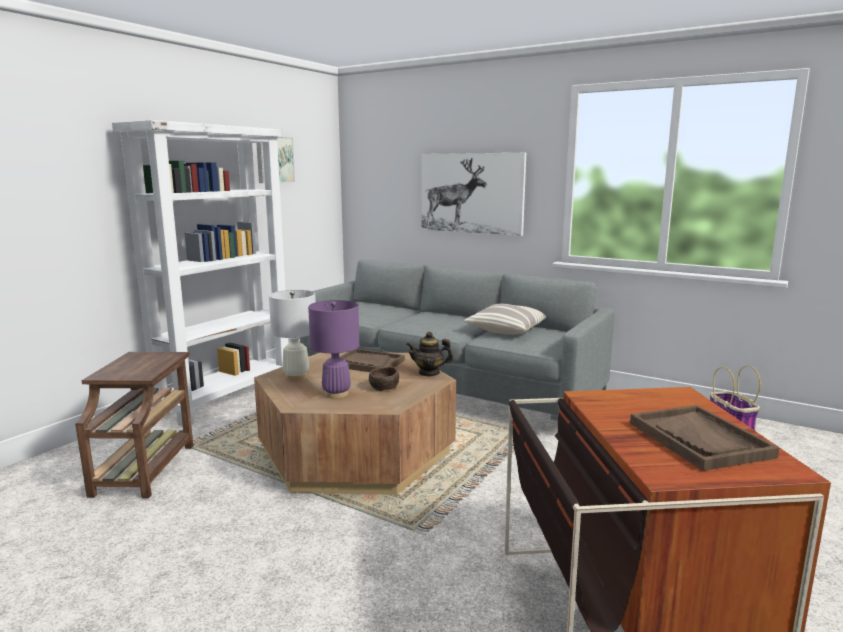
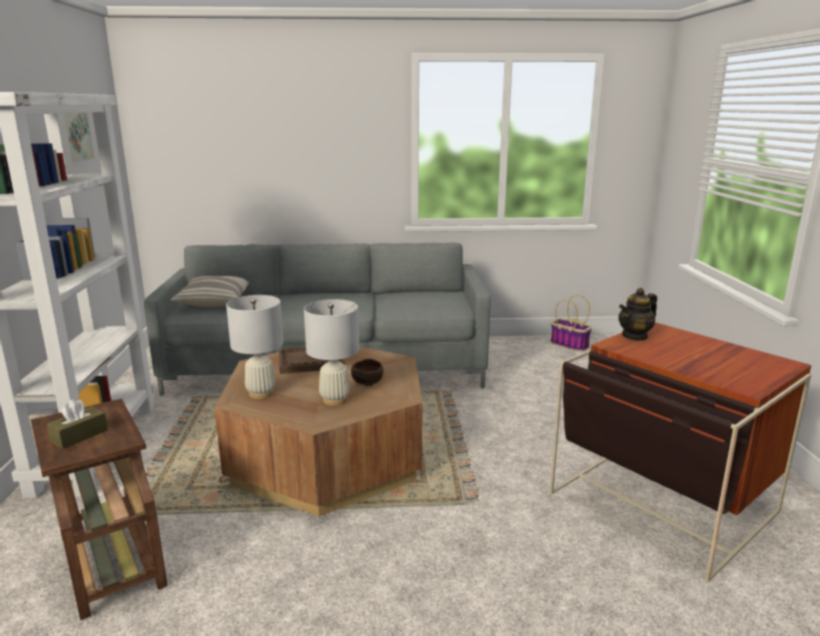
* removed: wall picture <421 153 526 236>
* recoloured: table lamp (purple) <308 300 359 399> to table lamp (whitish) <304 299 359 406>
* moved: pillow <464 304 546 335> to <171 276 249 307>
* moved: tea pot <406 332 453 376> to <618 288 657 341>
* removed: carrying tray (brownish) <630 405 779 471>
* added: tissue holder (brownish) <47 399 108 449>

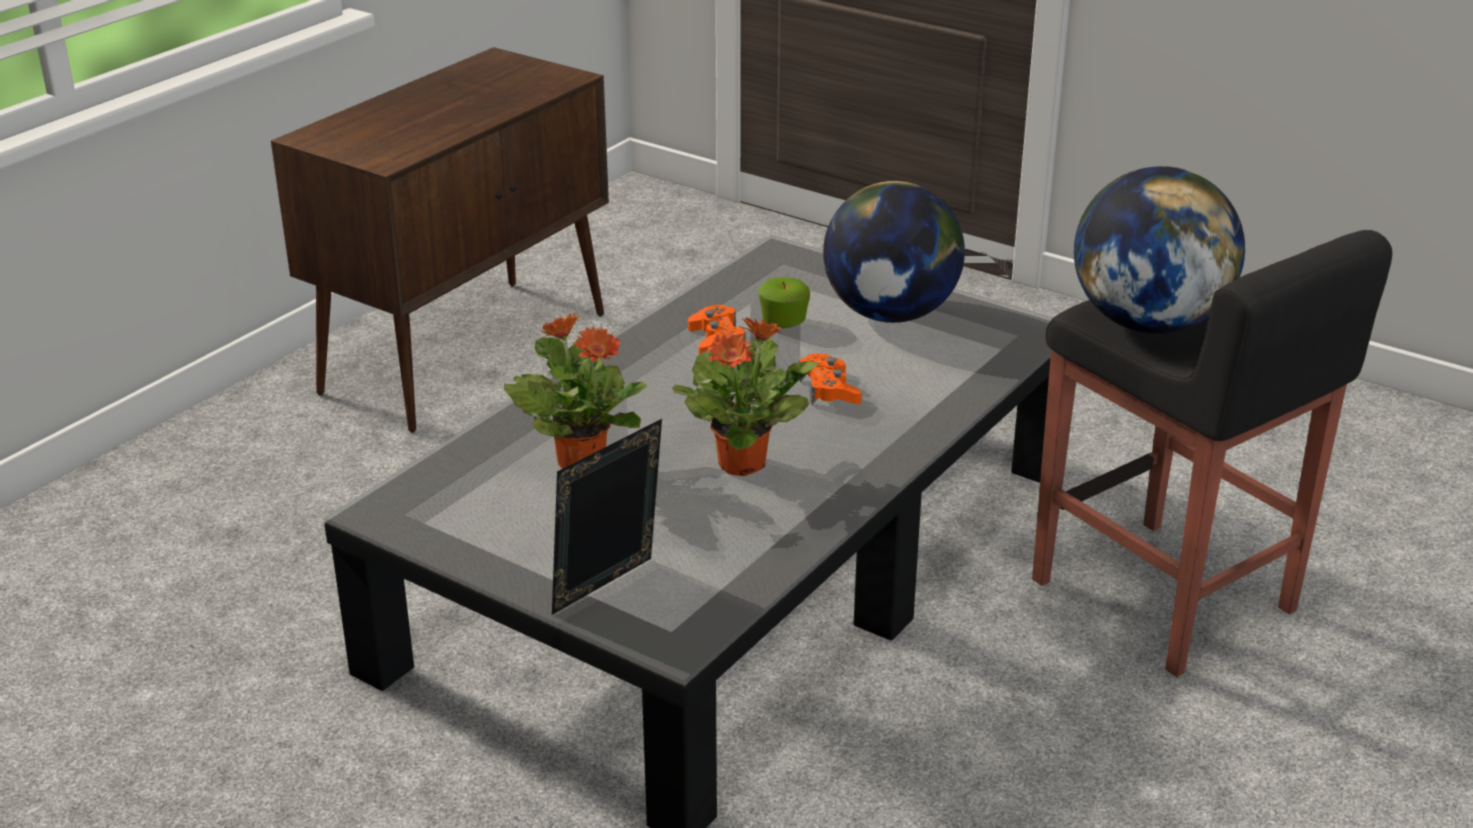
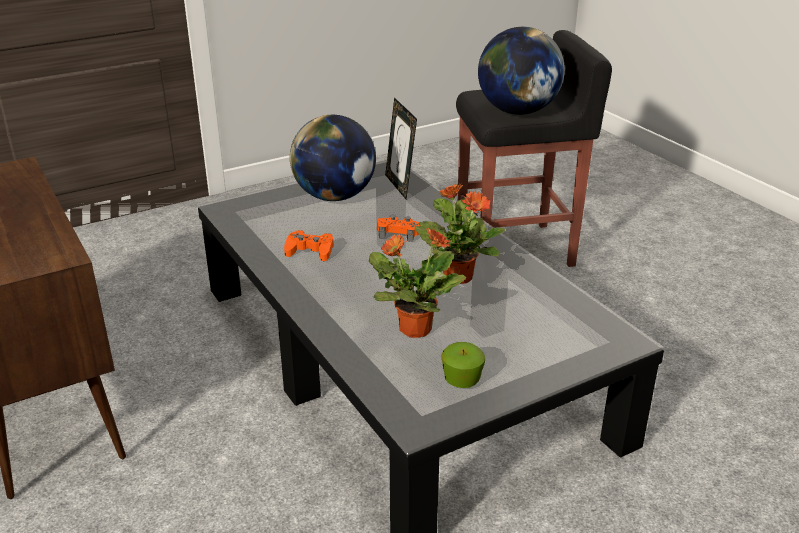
* moved: apple fruit <759 277 810 328> to <442 342 485 388>
* moved: standing frame <552 419 662 615> to <385 97 417 199>

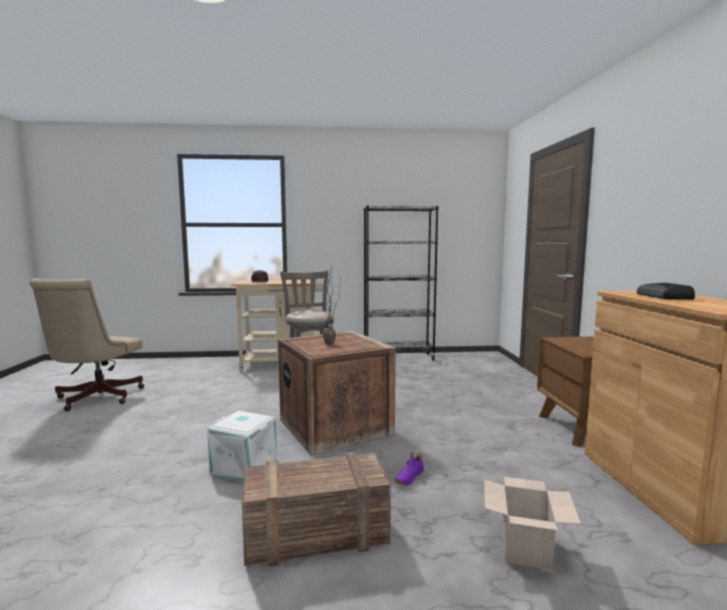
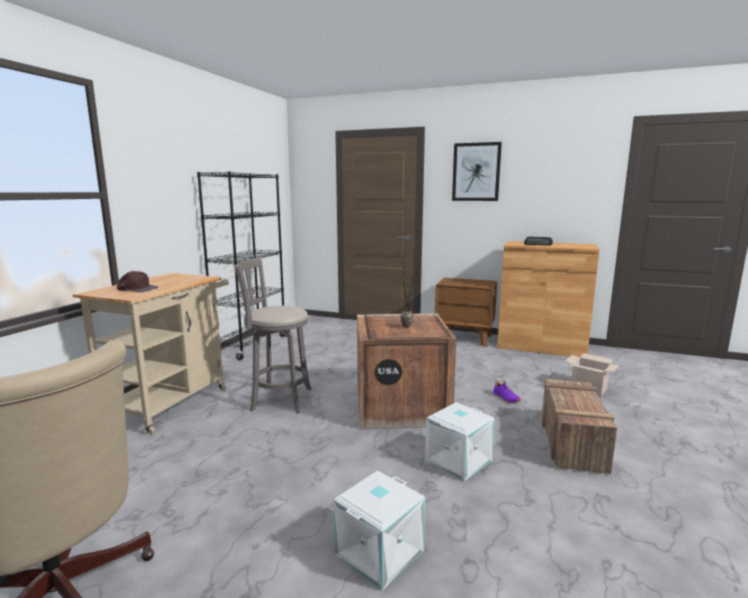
* added: wall picture <452 142 502 201>
* added: storage box (whitish) <333 470 425 591>

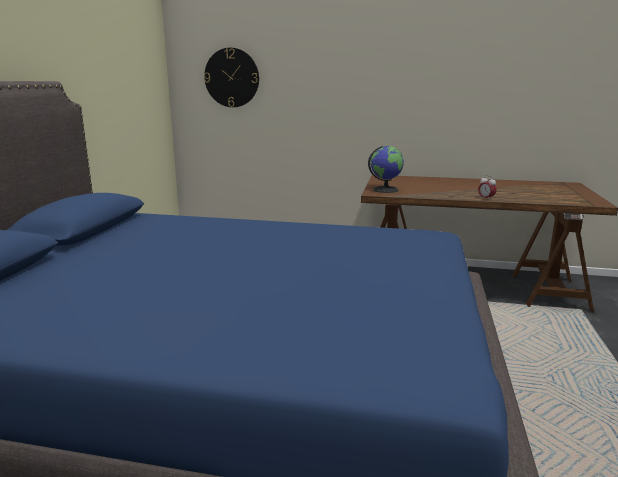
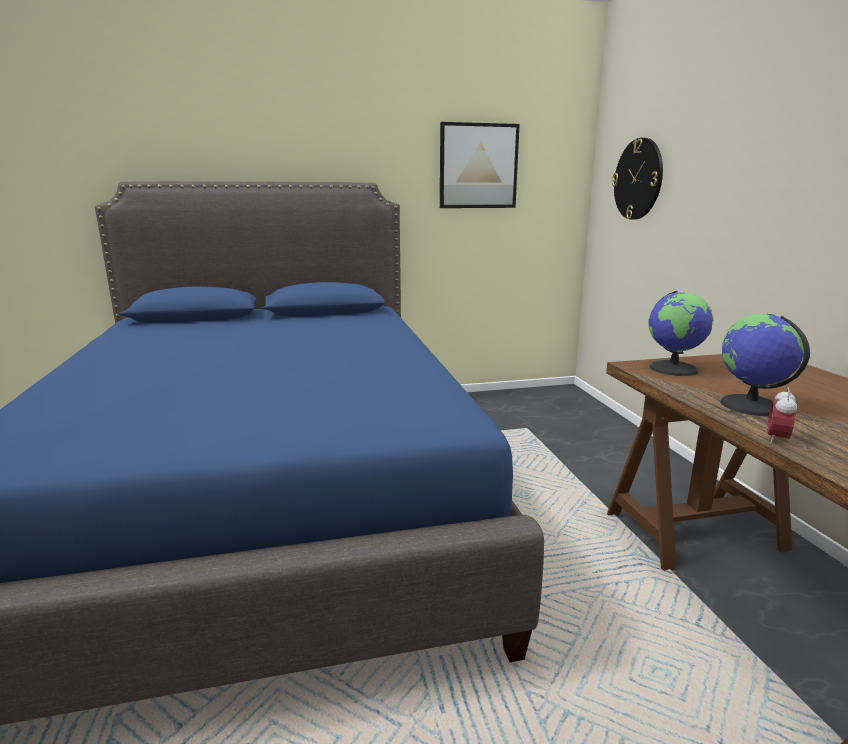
* added: wall picture <440 122 520 208>
* added: world globe <720 314 810 416>

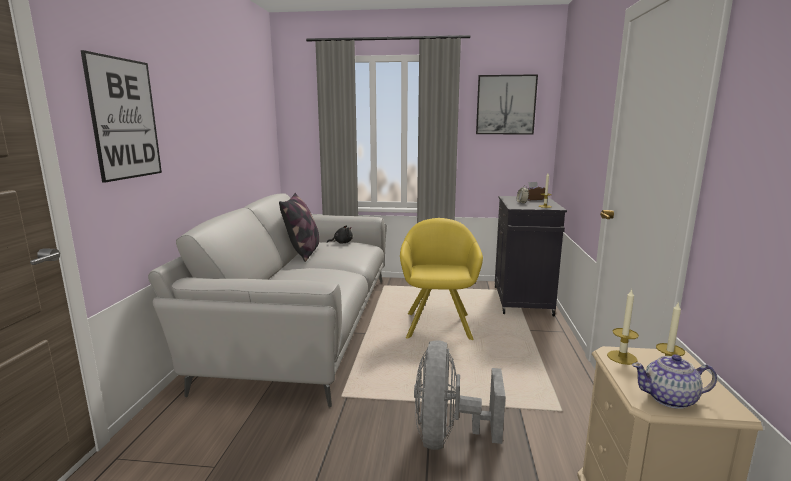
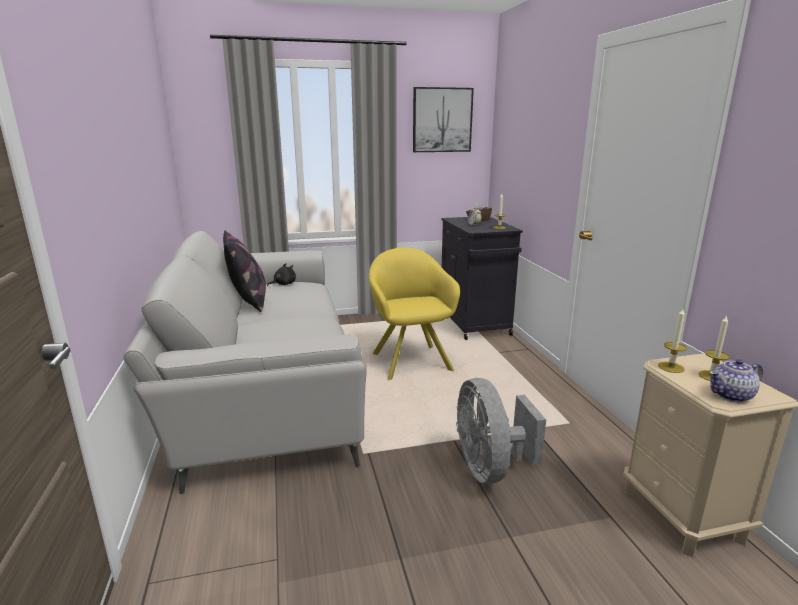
* removed: wall picture <81 50 162 183>

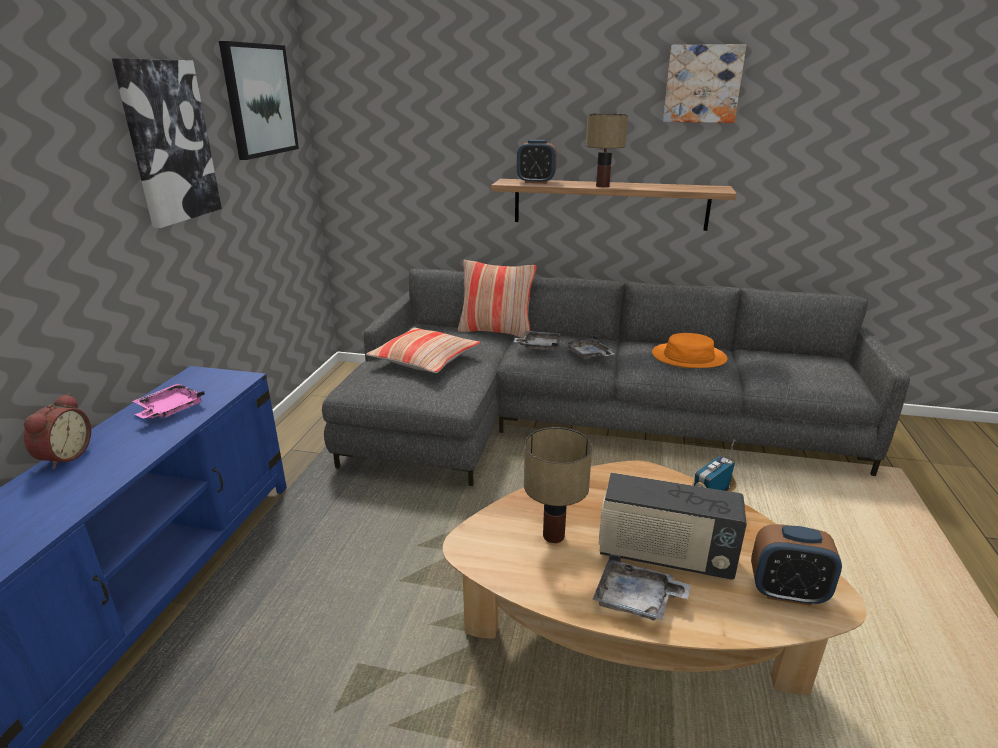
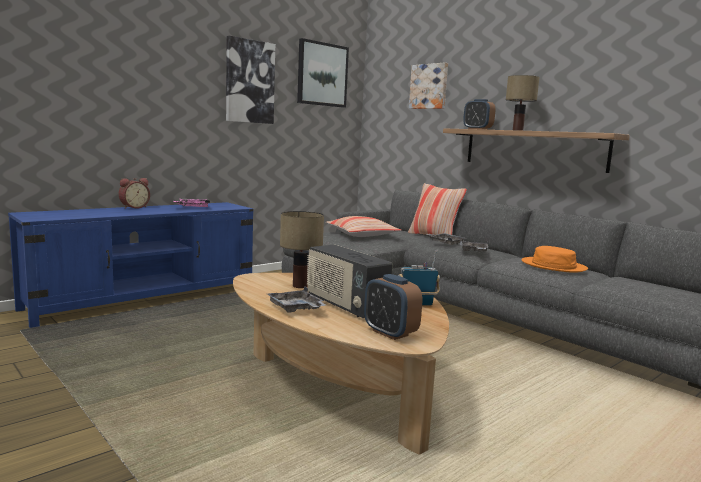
* moved: wall picture <663 44 747 123> to <409 62 448 109>

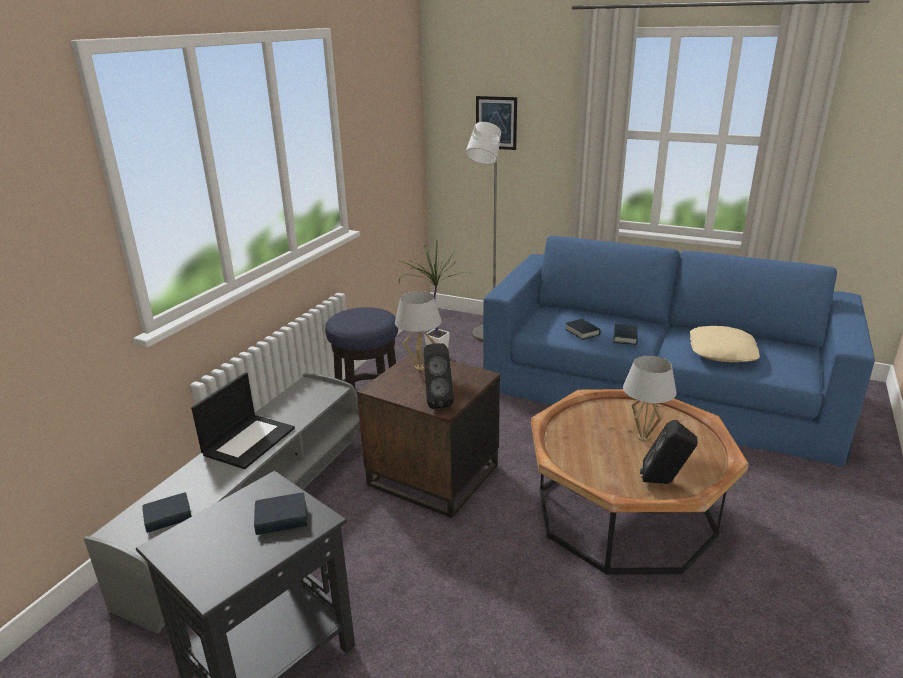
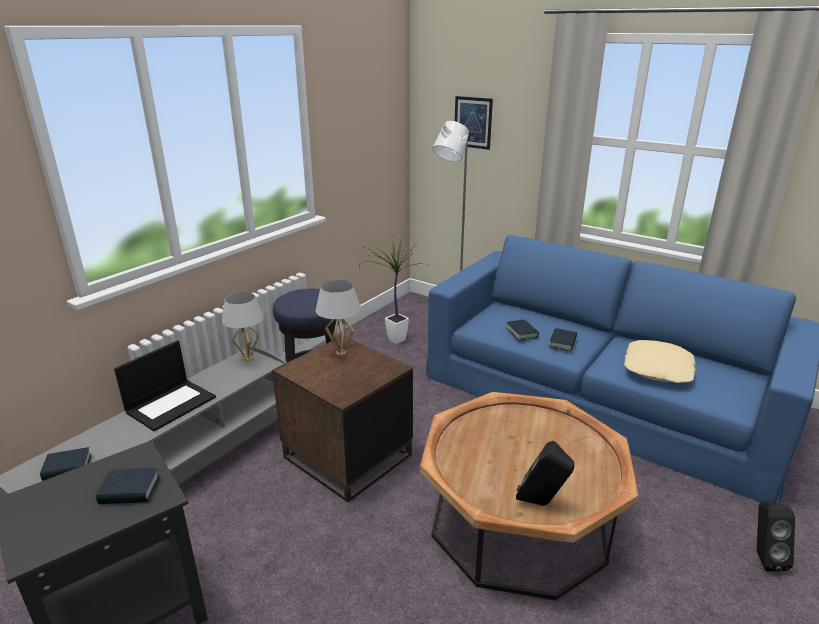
* moved: loudspeaker (black) <424 343 454 409> to <757 500 795 572>
* moved: table lamp (whitish) <623 356 677 441> to <222 292 264 361>

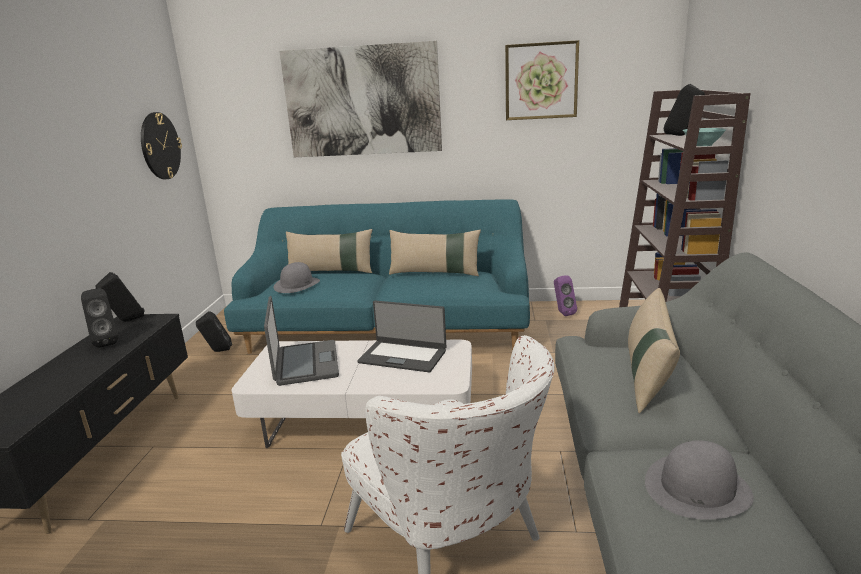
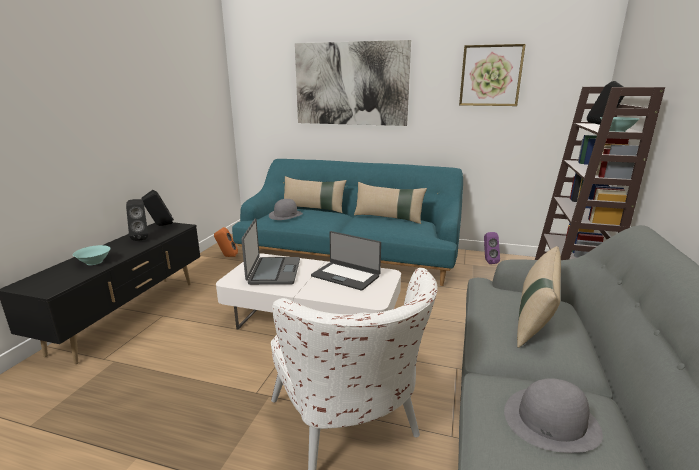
* removed: wall clock <141 112 182 179>
* recoloured: loudspeaker (black) <196 311 232 352> to loudspeaker (orangey) <214 227 238 257>
* added: serving bowl (blue-green) <73 245 111 265>

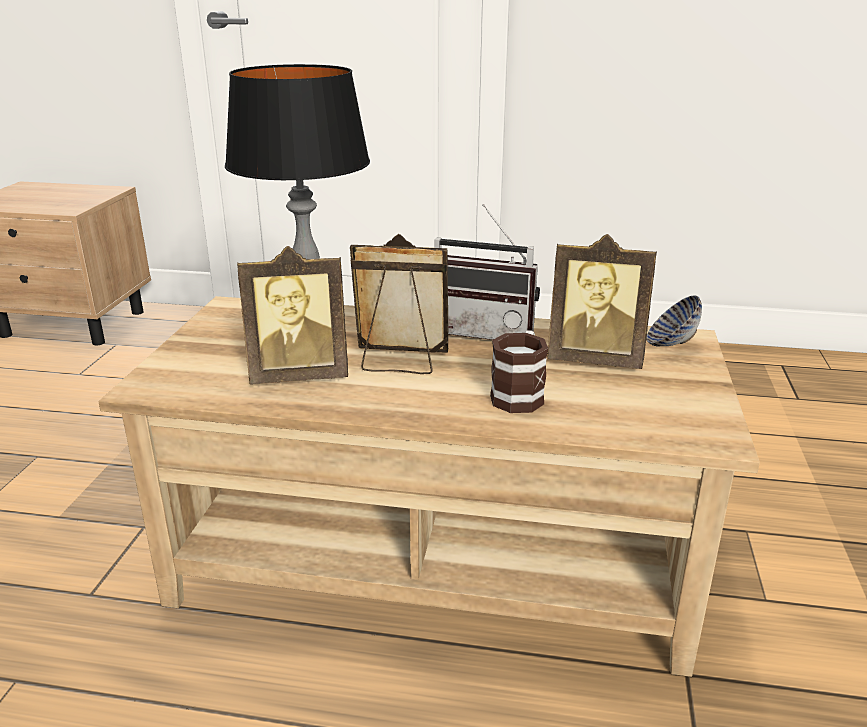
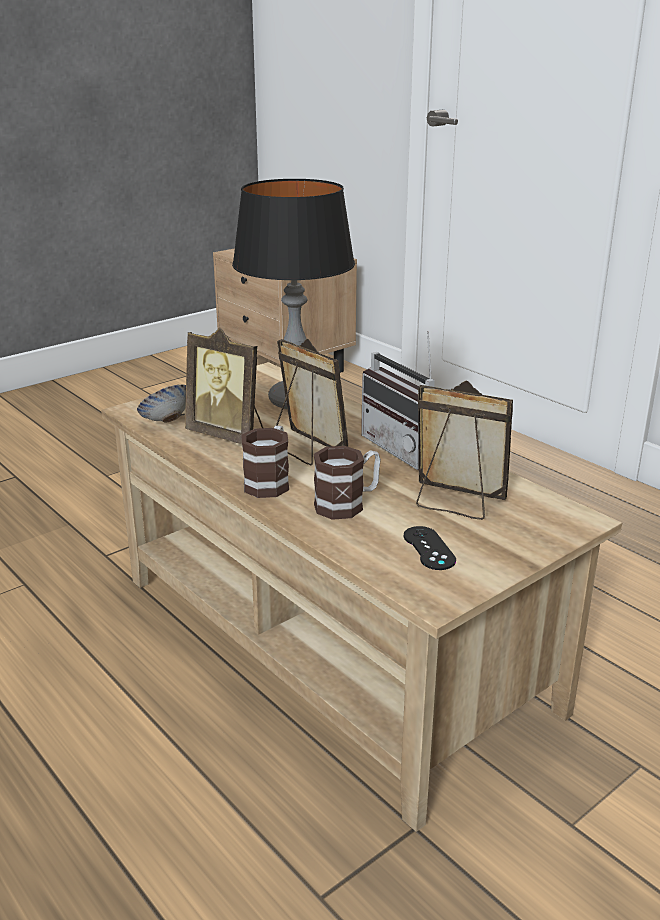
* turned: standing frame <547 234 657 369> = <416 380 513 520> 150 degrees clockwise
* moved: serving bowl <646 295 702 346> to <137 385 186 422>
* added: coffee mug <242 426 289 498>
* added: gamepad (black) <404 526 456 570>

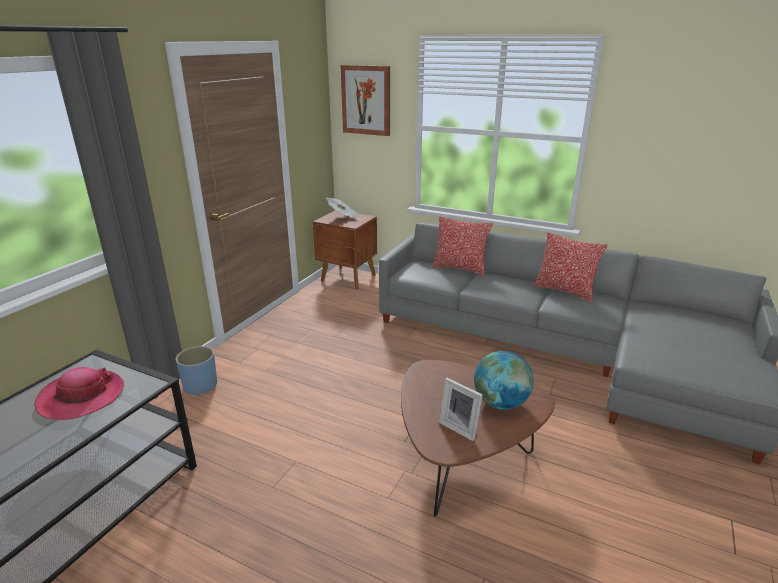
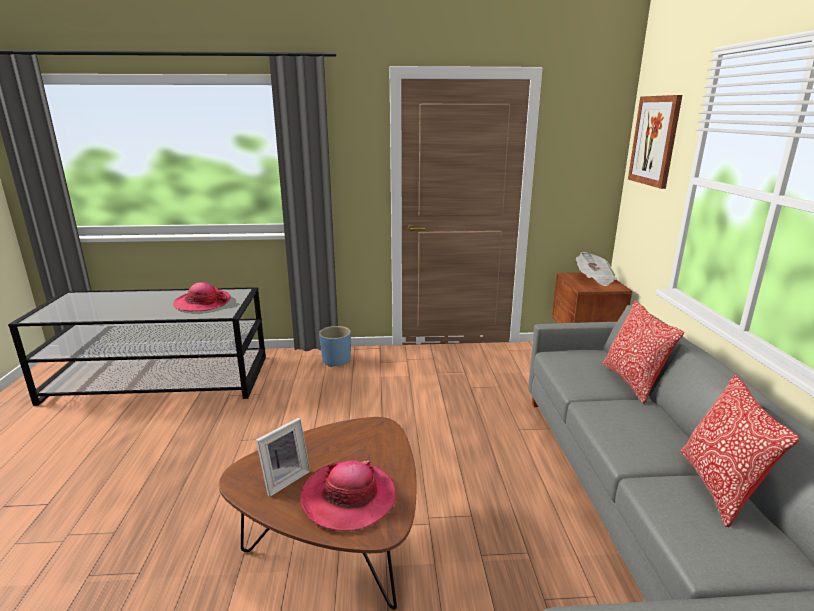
* replaced: world globe <474 351 534 410> to hat <300 460 396 531>
* turned: standing frame <439 378 483 441> = <256 418 310 497> 150 degrees counterclockwise

